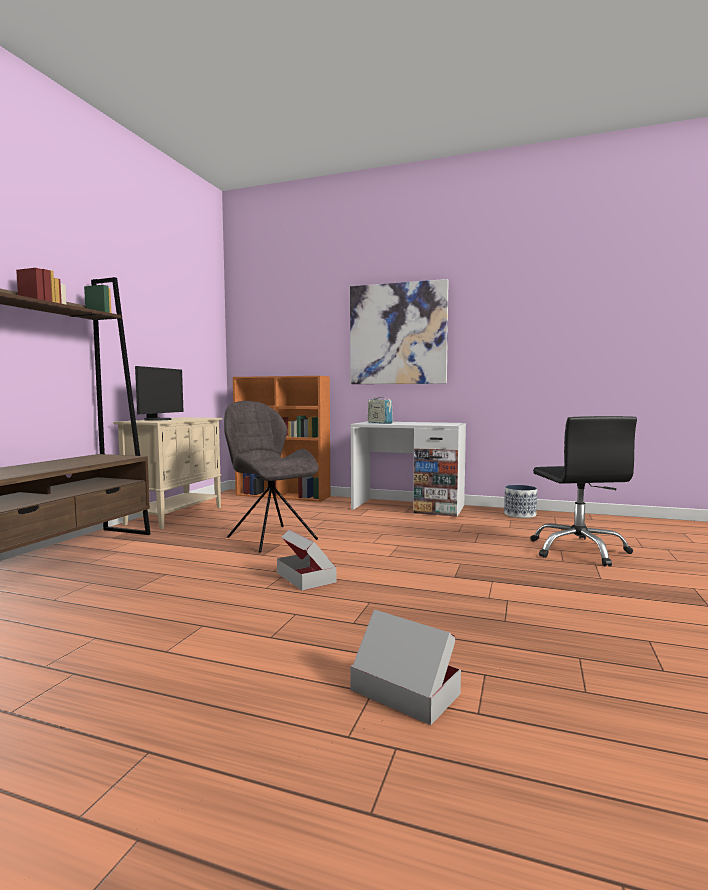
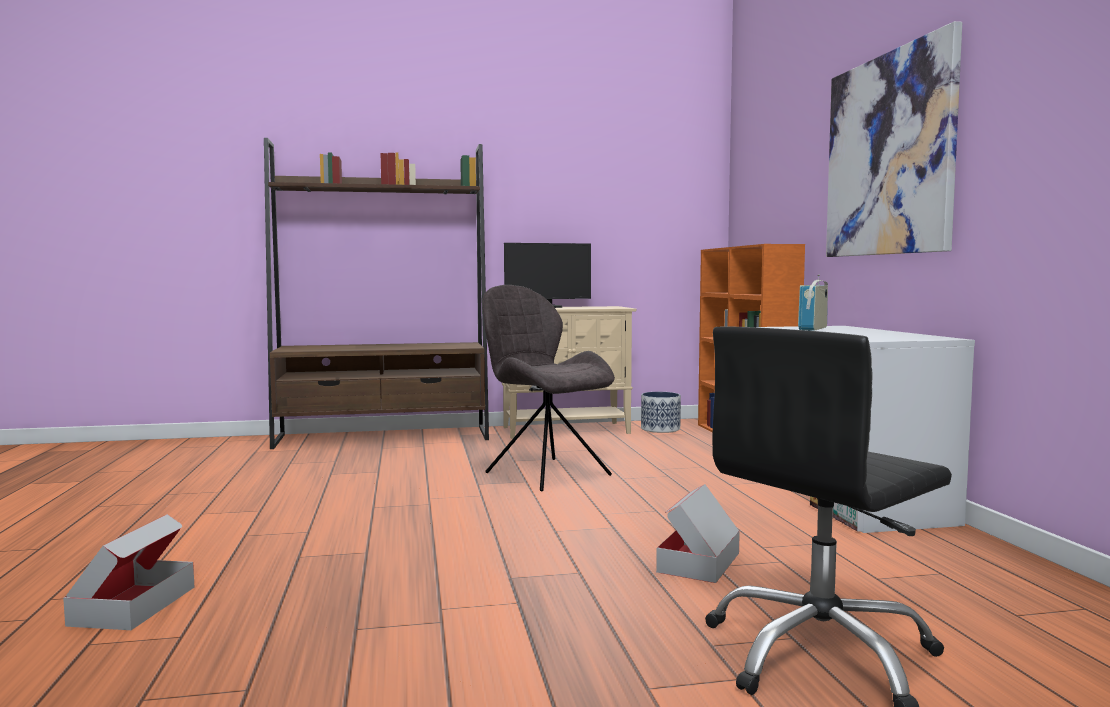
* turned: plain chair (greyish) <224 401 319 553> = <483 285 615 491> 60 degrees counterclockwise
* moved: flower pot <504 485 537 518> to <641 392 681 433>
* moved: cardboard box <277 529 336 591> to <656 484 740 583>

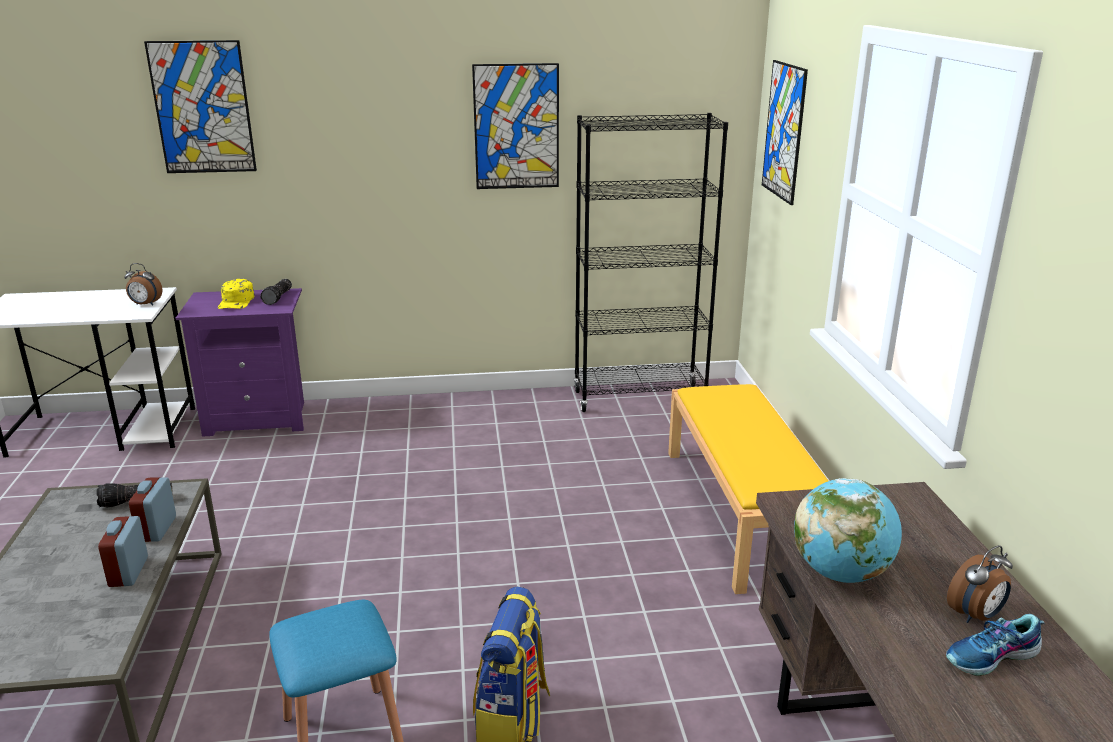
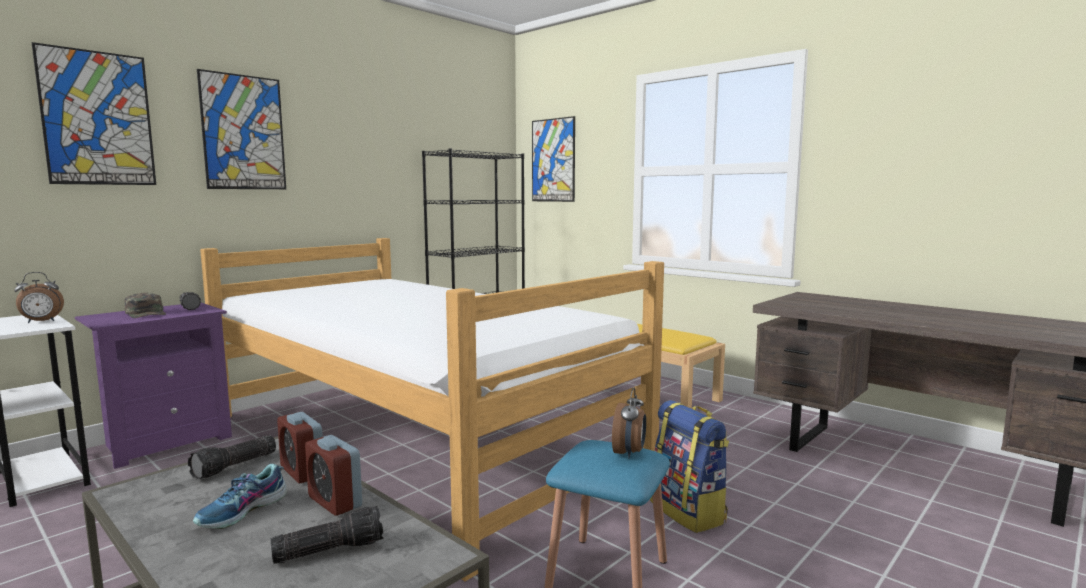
* moved: wall picture <472 63 559 189> to <197 69 286 189>
* recoloured: baseball cap (yellow) <218 279 255 309> to baseball cap (green-coloured) <124 293 166 318>
* removed: world globe <794 478 902 583>
* moved: bedside clock <947 545 1013 623> to <612 387 646 459>
* moved: shoe <946 614 1044 676> to <193 464 287 529>
* added: bedroom bed <200 238 664 581>
* added: torch <270 506 384 564>

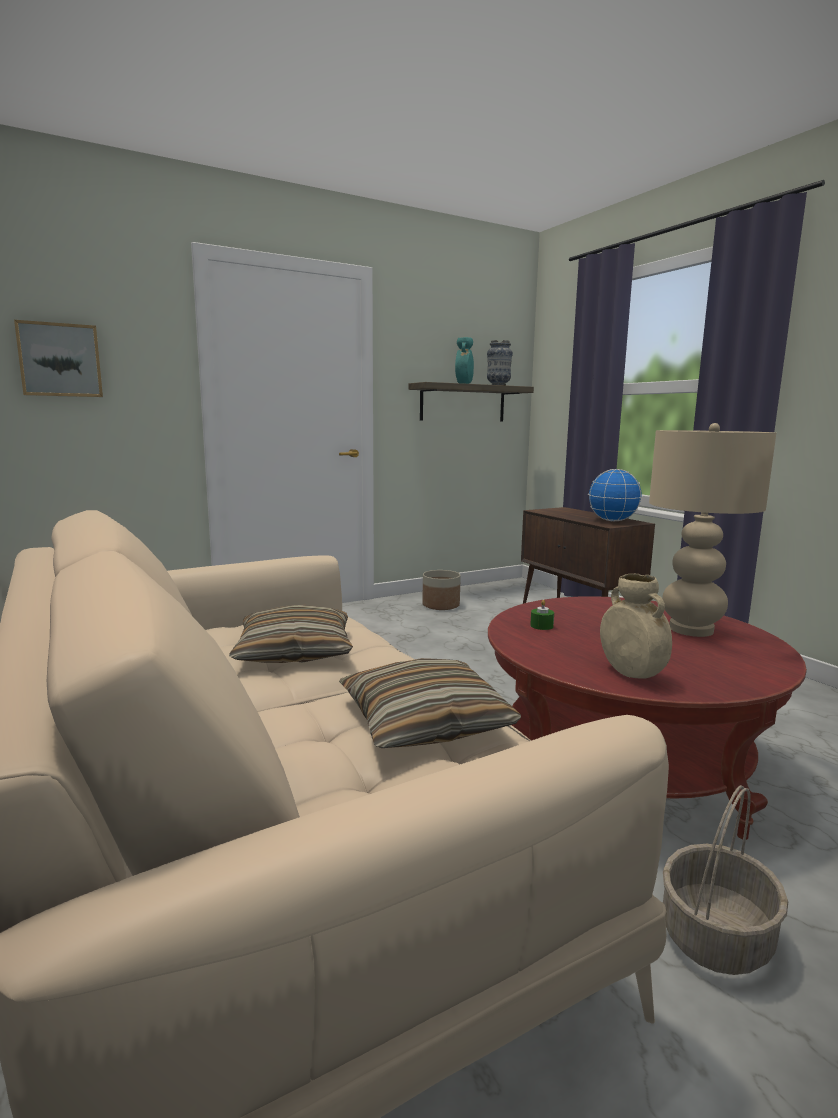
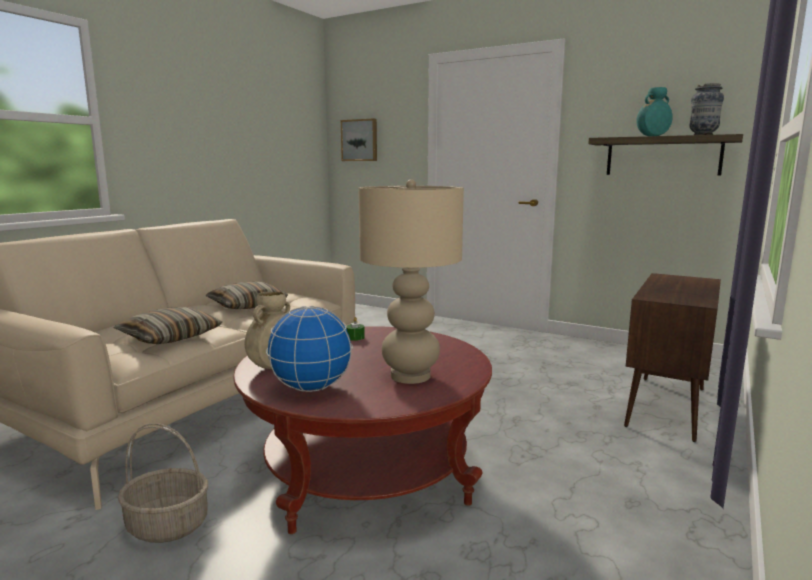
* moved: world globe <588 469 643 522> to <266 306 353 392>
* removed: flower pot <422 570 461 610>

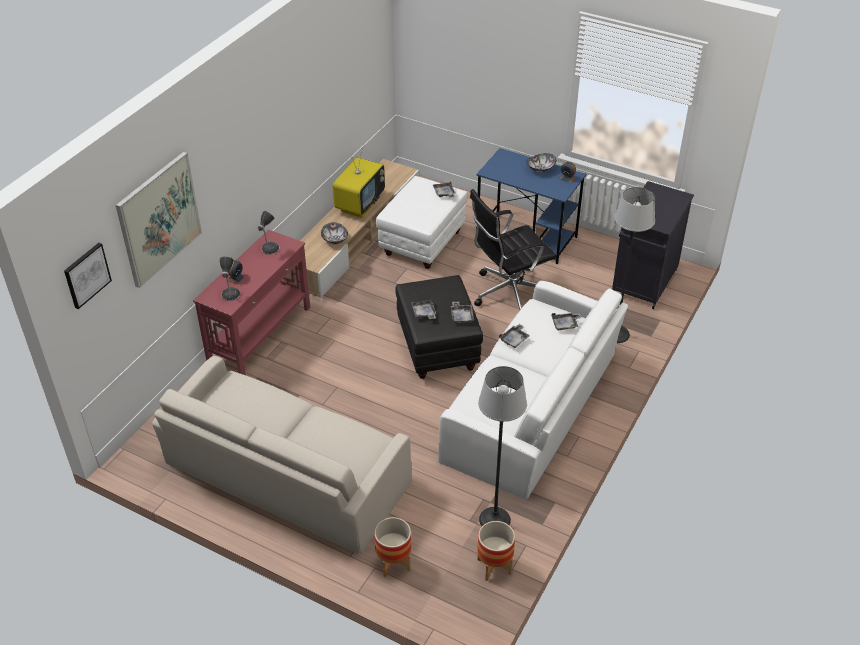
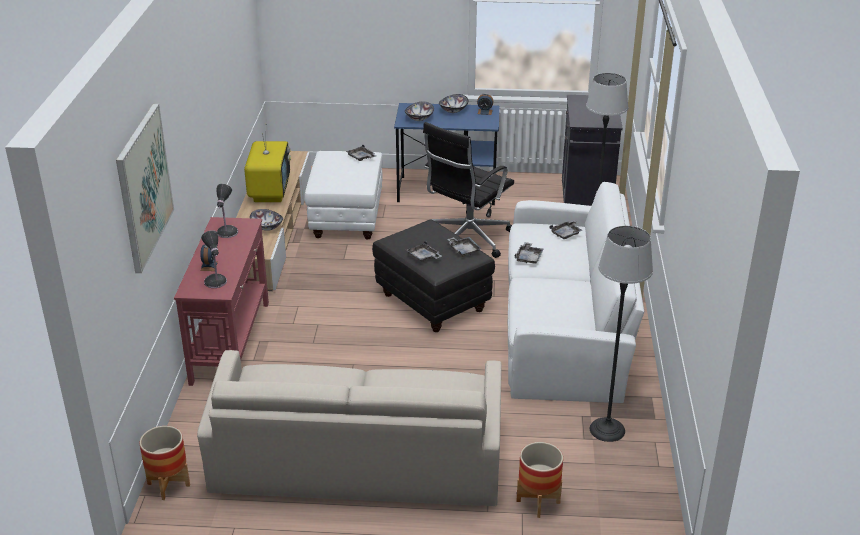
* removed: wall picture <64 243 112 309>
* moved: flower pot <477 521 515 581> to <139 426 190 500>
* added: serving bowl <405 102 434 121>

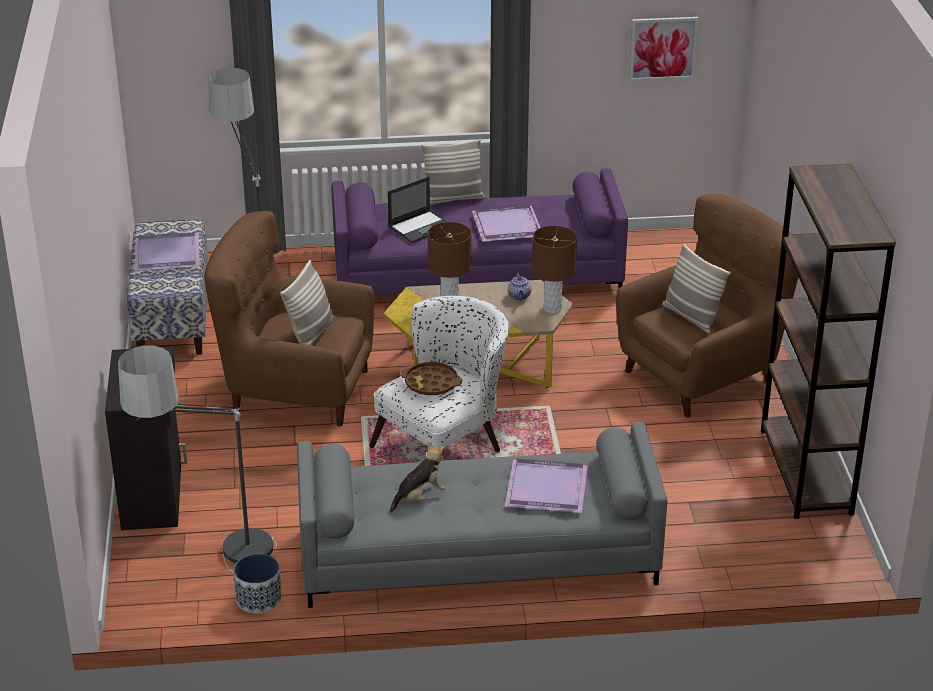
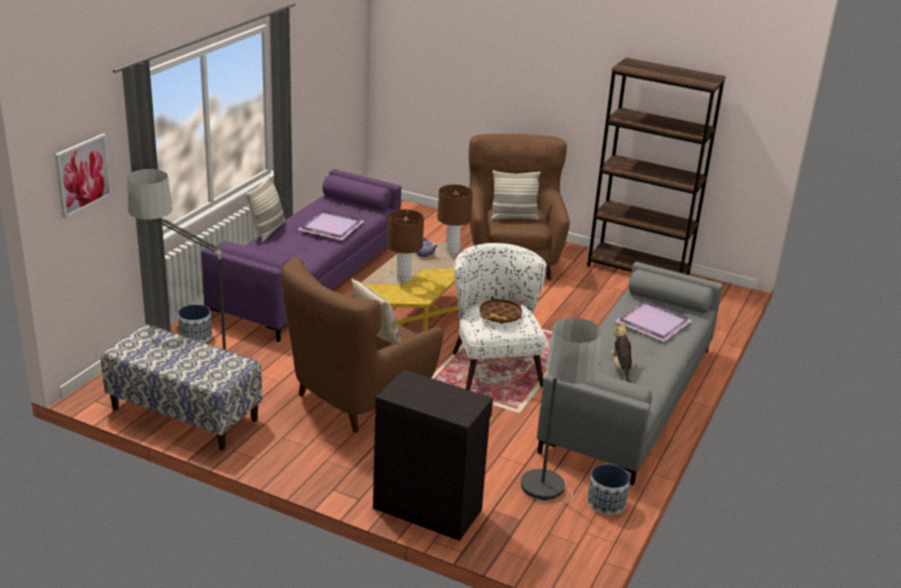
* moved: wall picture <629 17 699 81> to <55 133 112 218>
* removed: laptop <388 177 447 243>
* removed: carrying tray (purple) <135 232 199 271>
* added: flower pot <178 304 212 343>

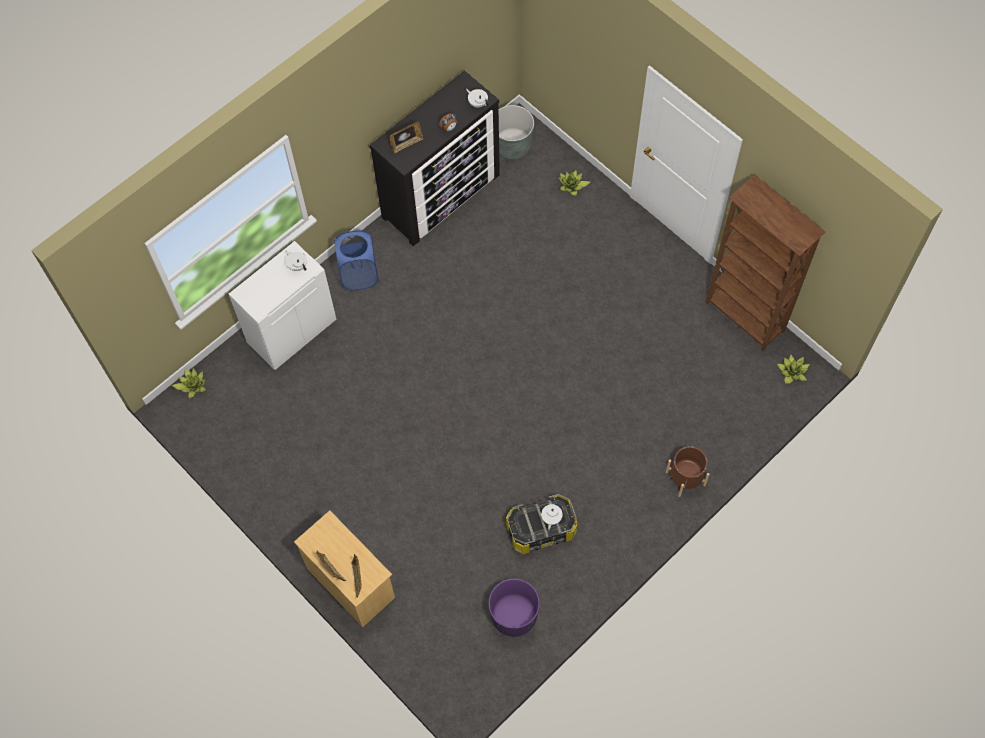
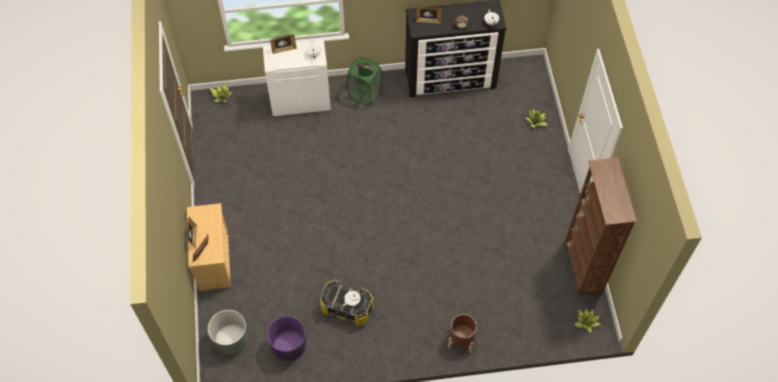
* moved: flower pot (greyish) <499 105 534 159> to <208 310 248 355>
* recoloured: laundry basket (bluish) <334 230 379 290> to laundry basket (green-coloured) <347 58 382 105>
* added: standing frame <270 34 297 54>

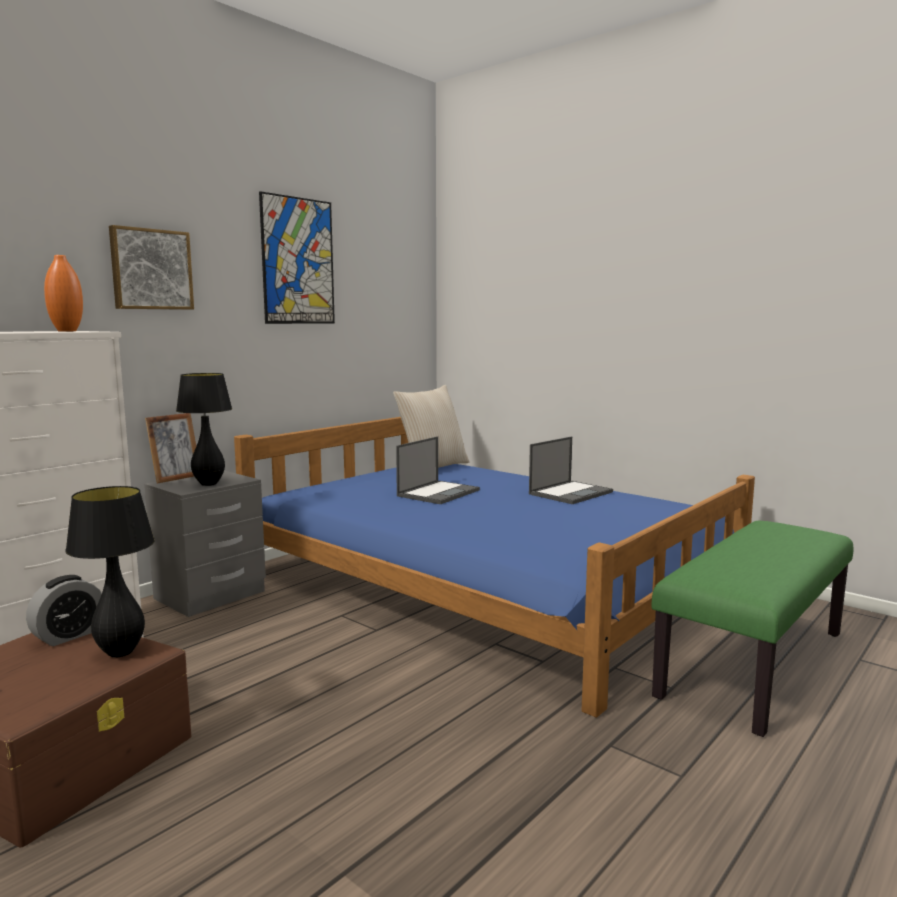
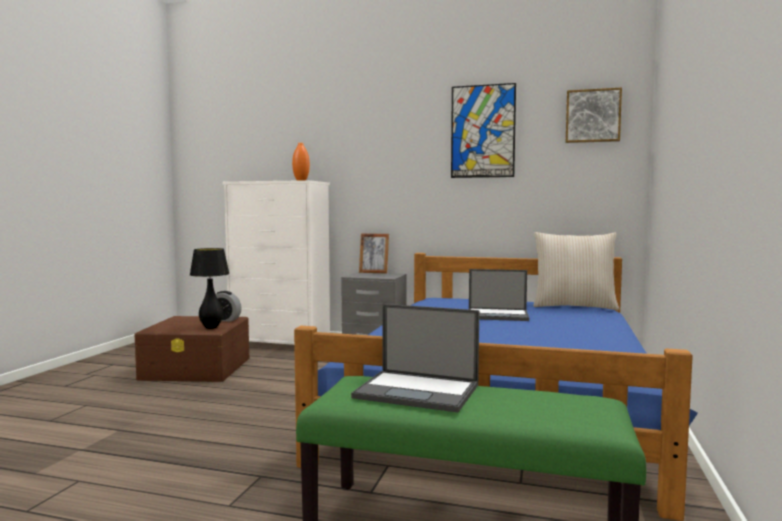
* moved: wall picture <109 225 194 310> to <566 87 622 143>
* removed: table lamp (black) <176 373 232 486>
* moved: laptop <529 436 613 504> to <351 304 479 412>

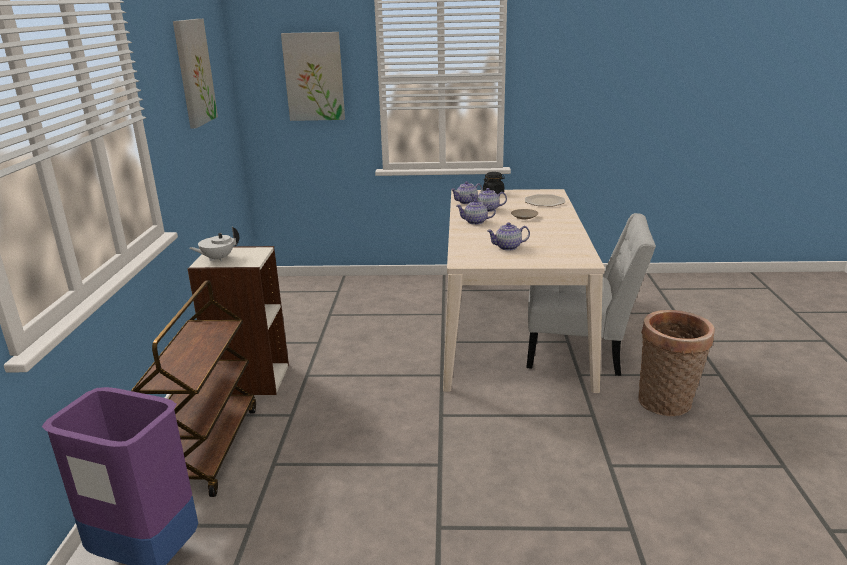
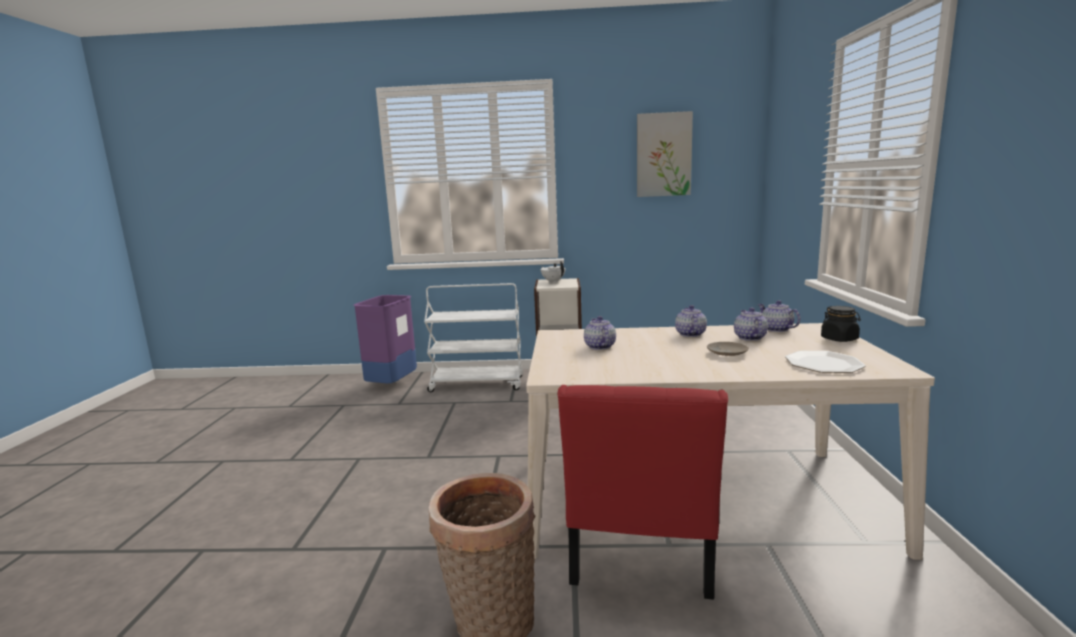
* removed: wall picture <281 32 345 121>
* recoloured: plain chair (whitish) <526 213 656 376> to plain chair (red) <558 385 728 600>
* recoloured: cart (brownish) <131 280 256 497> to cart (whitish) <424 283 523 392>

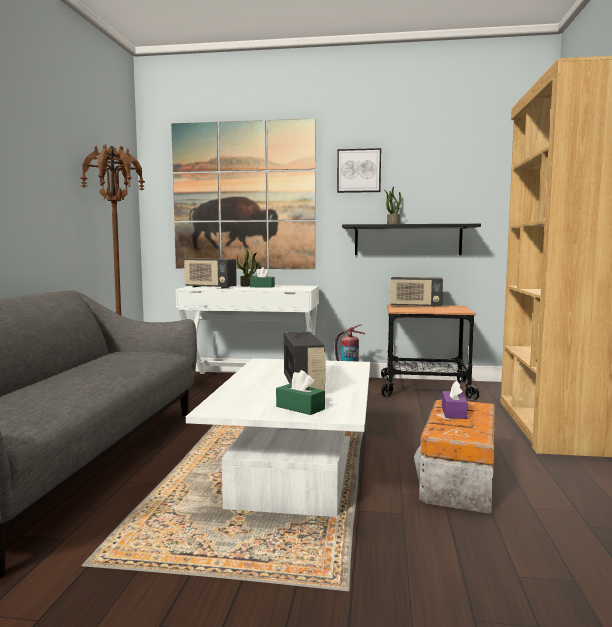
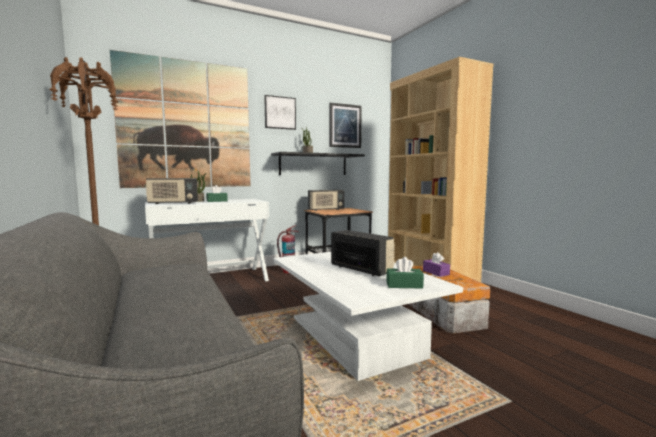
* added: wall picture <329 103 362 148>

